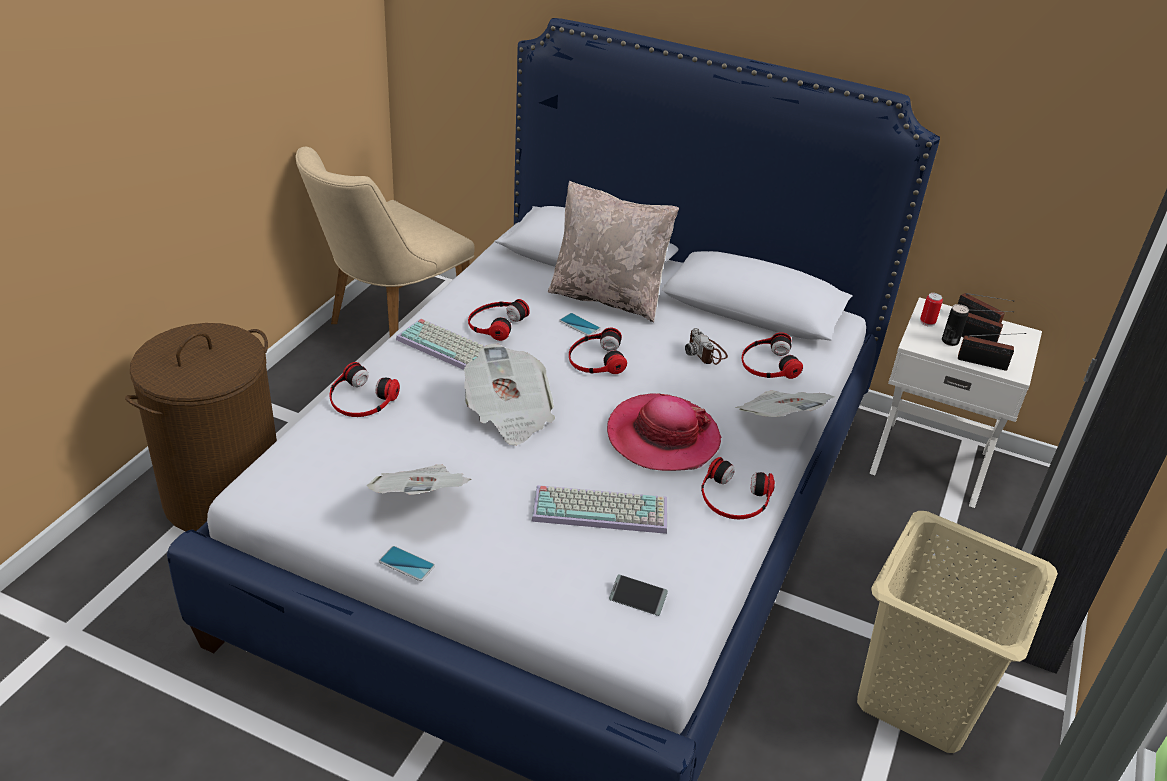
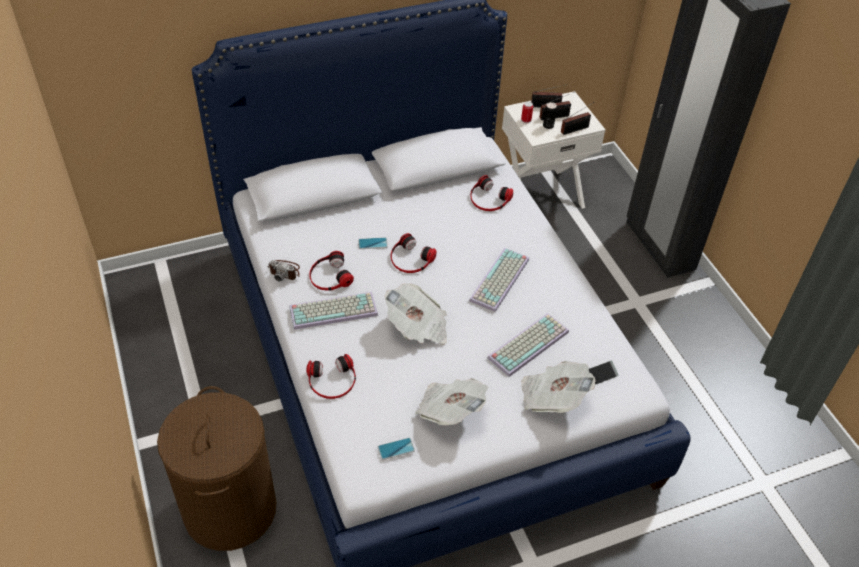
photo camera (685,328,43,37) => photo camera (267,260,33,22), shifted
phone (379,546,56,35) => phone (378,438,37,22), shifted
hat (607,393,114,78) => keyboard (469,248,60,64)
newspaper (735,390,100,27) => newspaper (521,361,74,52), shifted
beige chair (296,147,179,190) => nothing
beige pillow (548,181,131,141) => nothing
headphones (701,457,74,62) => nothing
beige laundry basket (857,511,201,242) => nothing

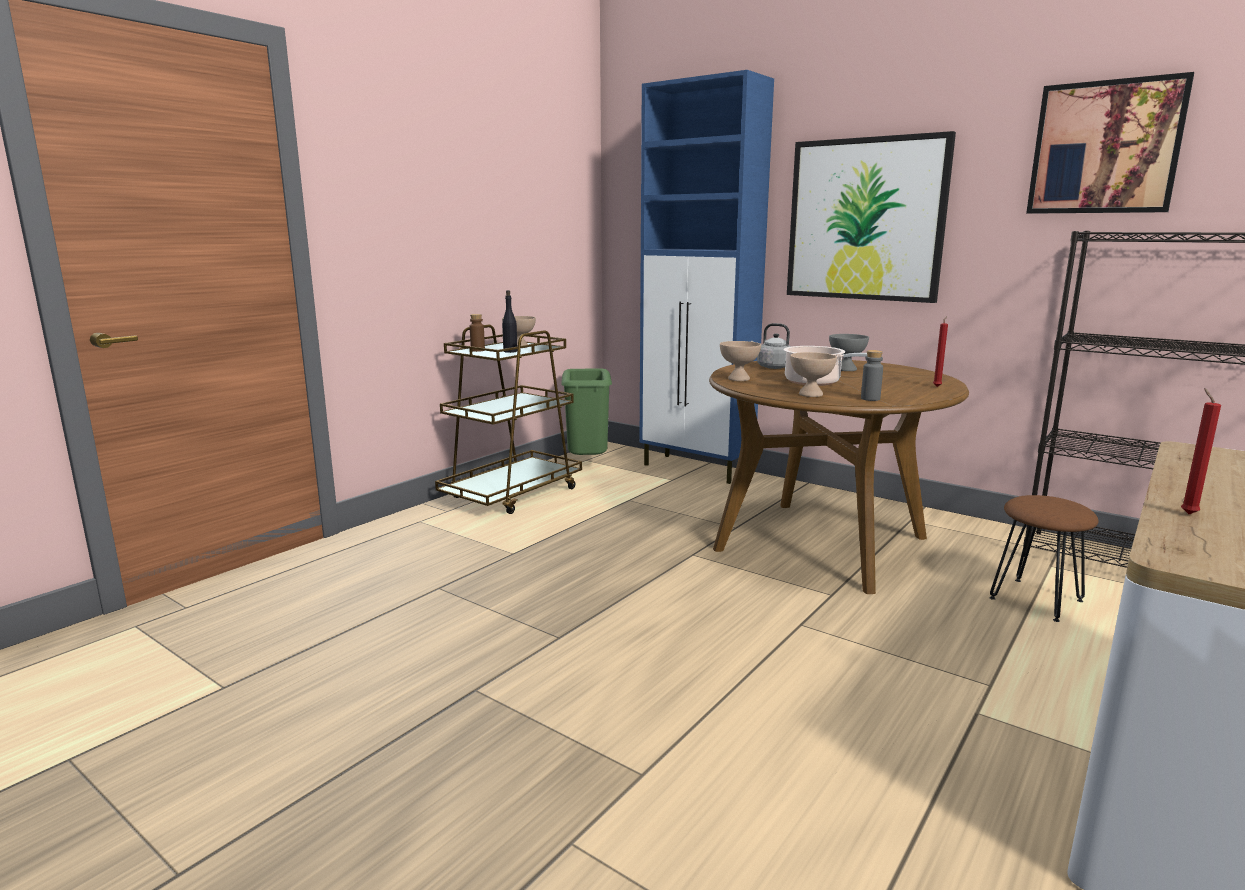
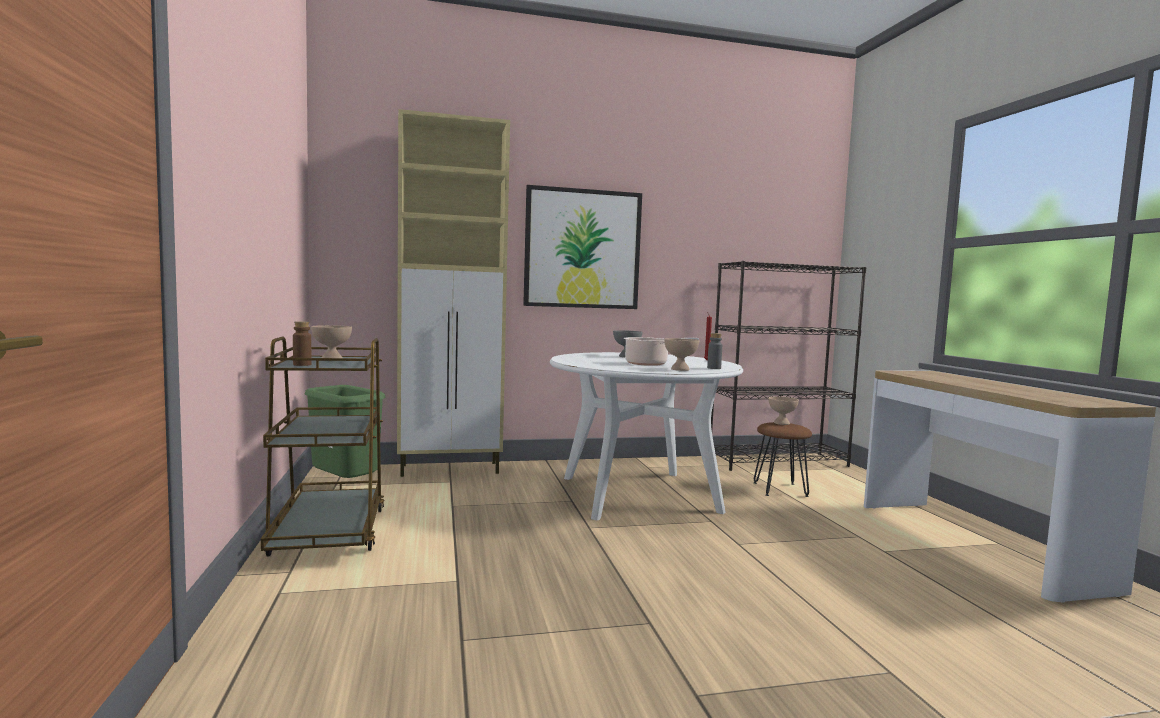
blue cabinet (639,70,135,414) => beige cabinet (397,109,113,368)
brown dining table (709,360,260,234) => white dining table (550,352,193,168)
beige bowl (720,341,41,40) => beige bowl (769,396,30,29), shifted
black bottle (502,290,16,63) => nothing
grey kettle (751,323,40,46) => nothing
picture (1026,72,168,142) => nothing
red candle (1181,388,40,126) => nothing

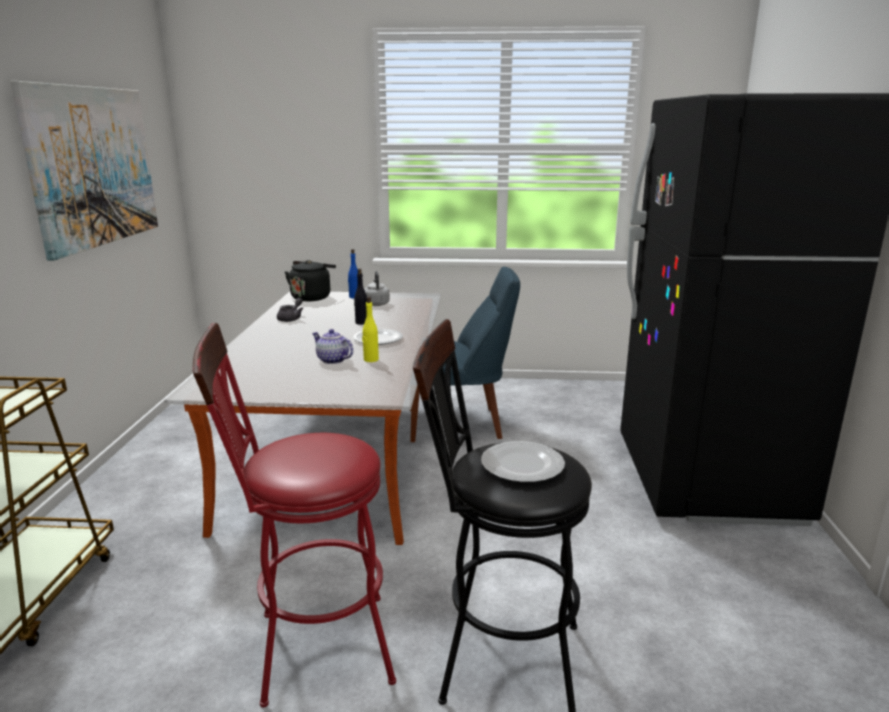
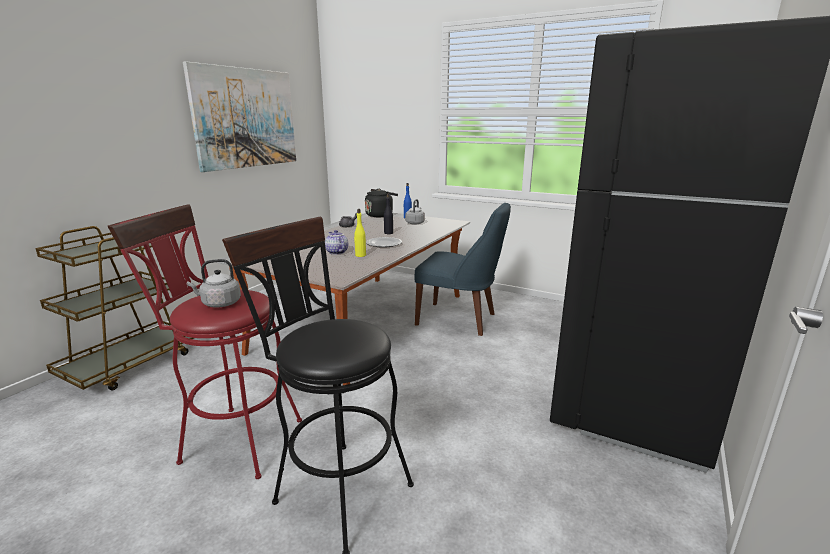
nothing => grey kettle (187,259,54,49)
plate (481,441,84,41) => nothing

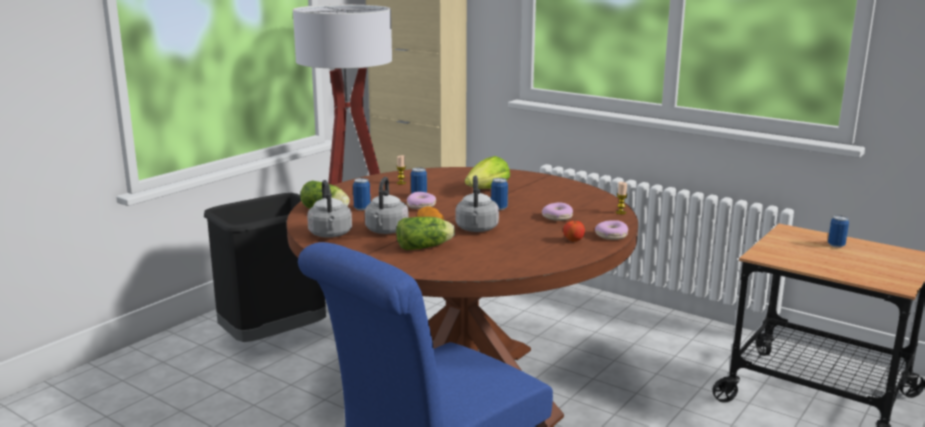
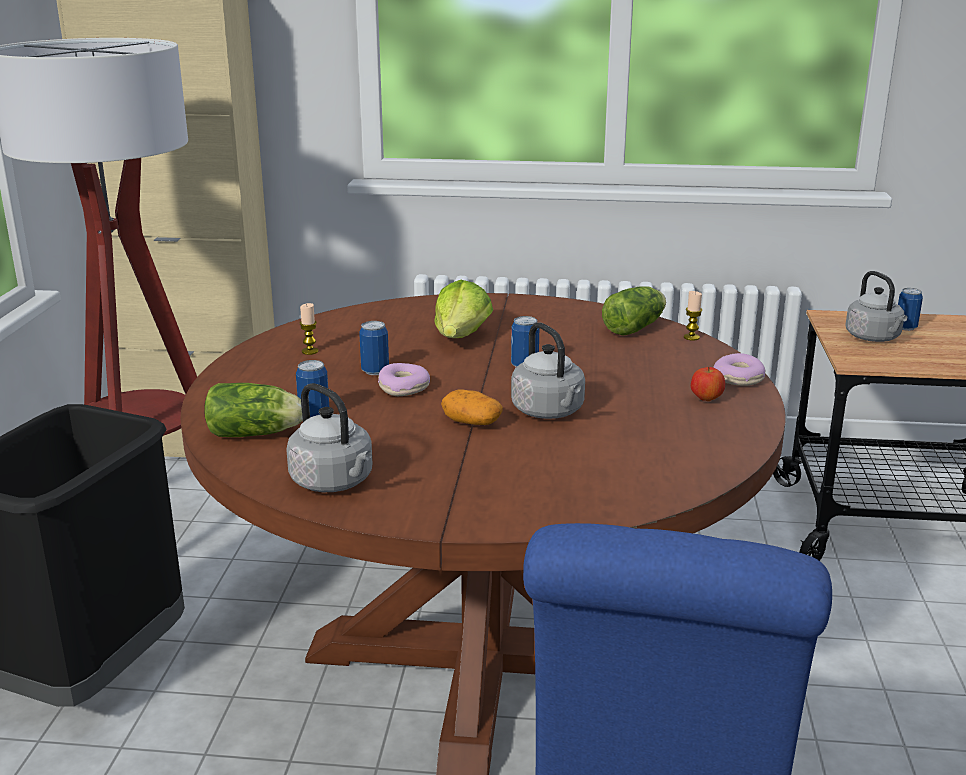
lettuce (396,217,59,33) => lettuce (602,286,64,50), shifted
grey kettle (365,177,43,57) => grey kettle (845,271,62,71), shifted
donut (542,202,31,19) => nothing

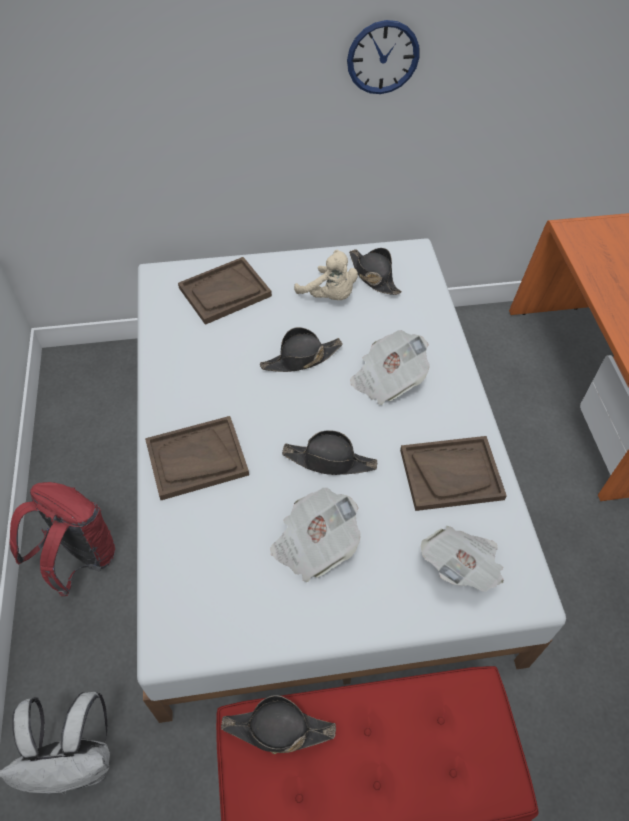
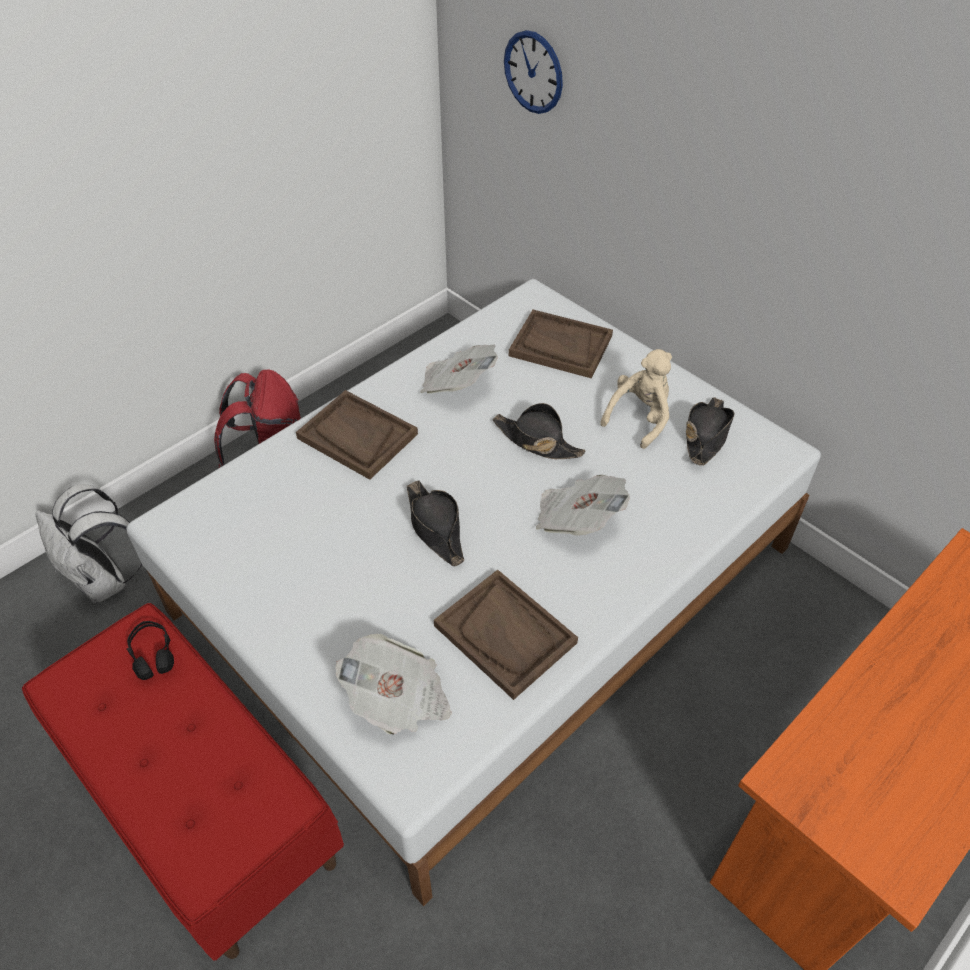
black hat (221,695,115,59) => black headphones (127,621,47,59)
newspaper (270,488,91,94) => newspaper (420,344,78,50), shifted
wall clock (347,20,73,74) => wall clock (504,30,59,84), shifted
beige plush toy (294,250,64,50) => beige plush toy (600,349,72,100), 150 degrees counterclockwise

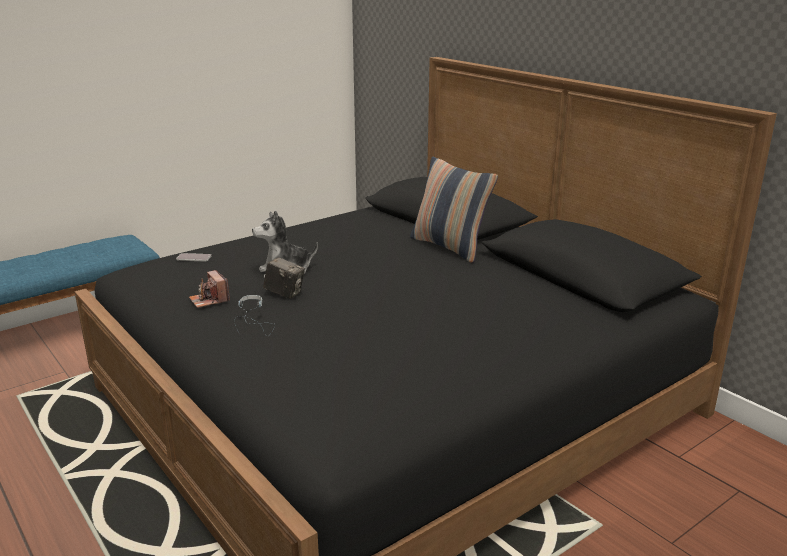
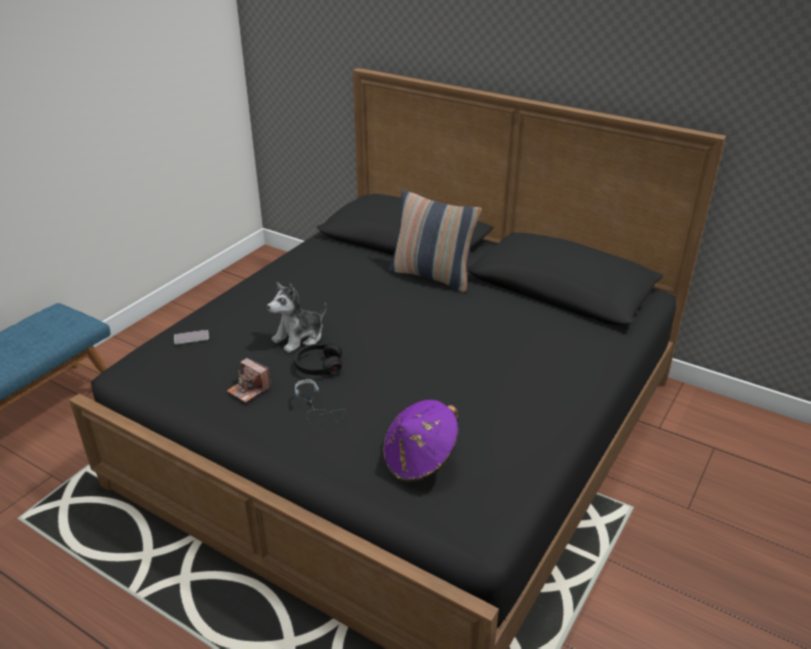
photo camera (263,257,42,42) => black headphones (294,343,48,32)
nothing => purple hat (383,400,76,82)

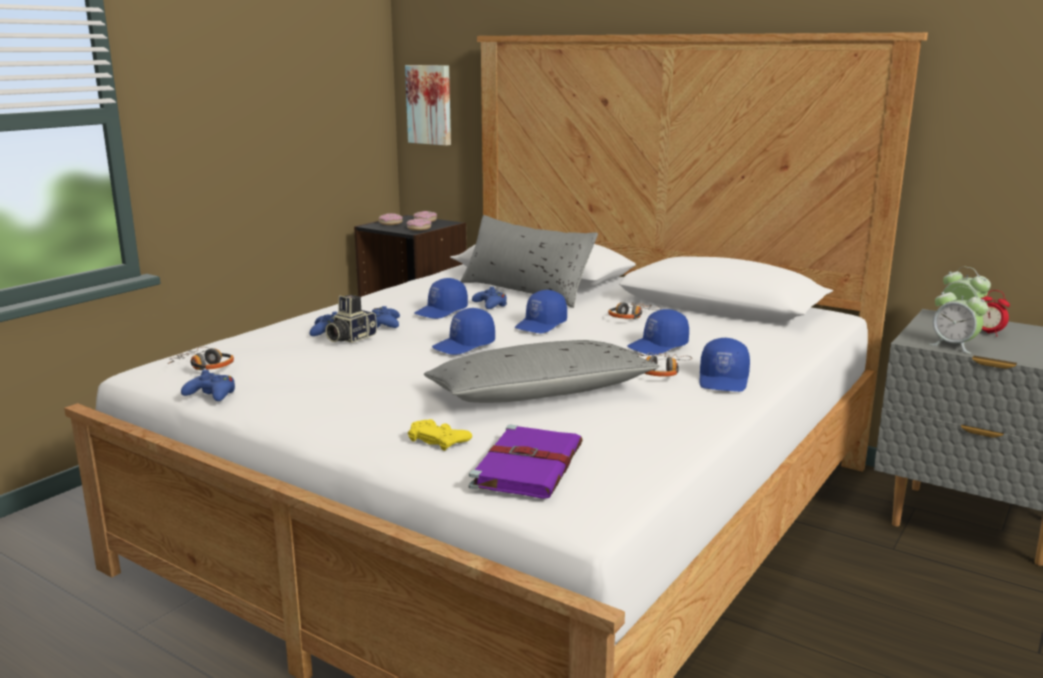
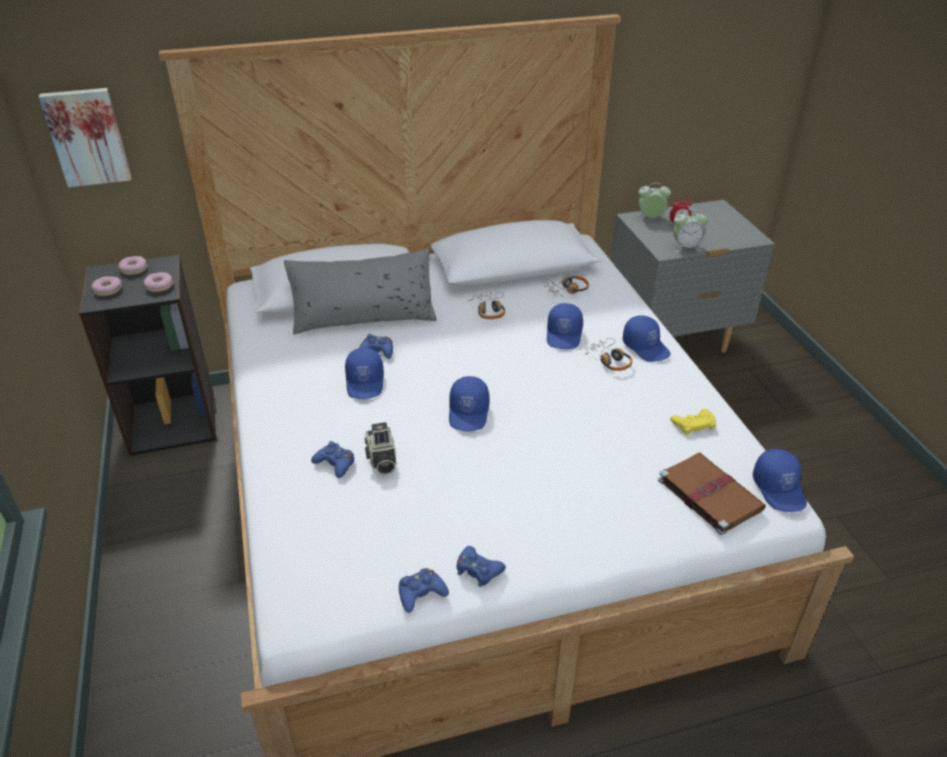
blue game controller (372,306,28,22) => blue game controller (457,546,49,41), shifted
headphones (168,347,66,23) => headphones (542,276,47,22), shifted
purple book (469,425,114,74) => brown book (658,453,108,82)
yellow game controller (408,419,64,32) => yellow game controller (670,409,46,26), shifted
blue cap (515,290,52,43) => blue cap (753,449,54,63), shifted
grey pillow (424,340,236,63) => nothing

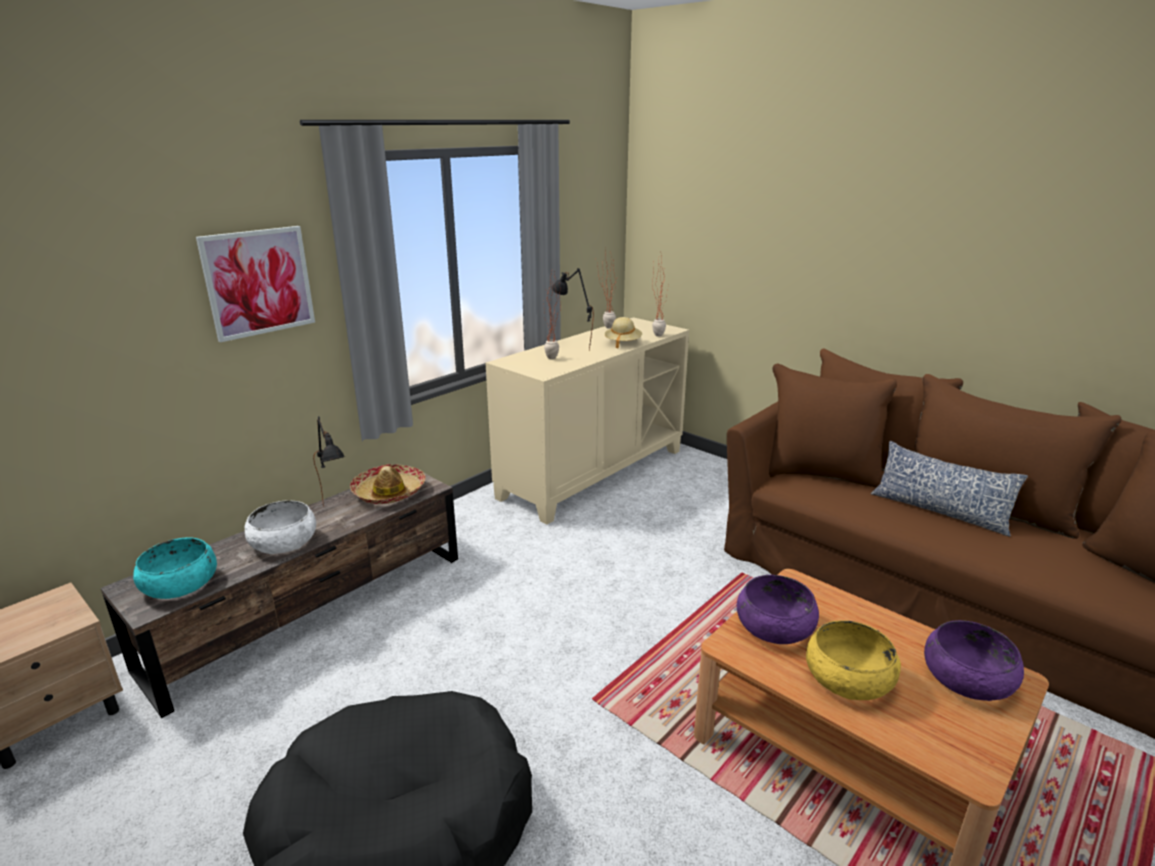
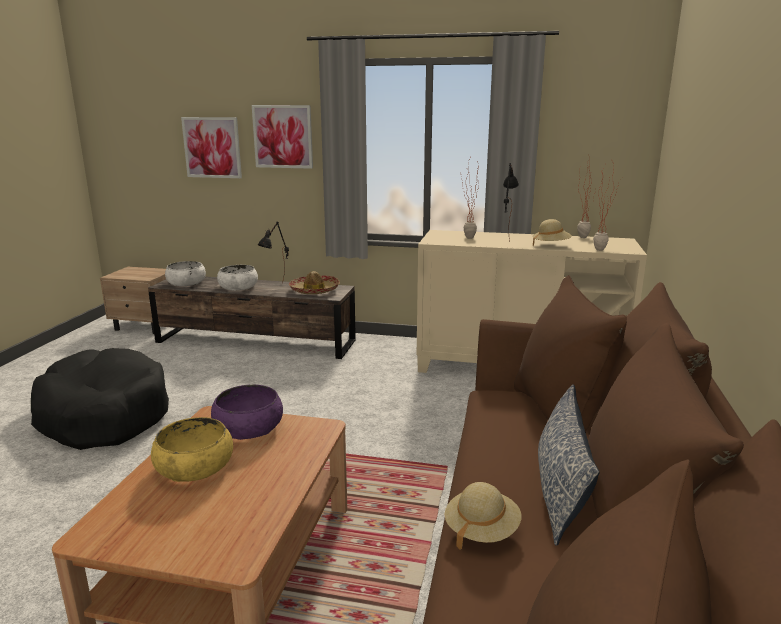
turquoise bowl (133,537,84,62) => white bowl (165,261,41,25)
nothing => picture (181,117,61,61)
nothing => beige hat (445,482,76,68)
purple bowl (924,620,100,81) => nothing

